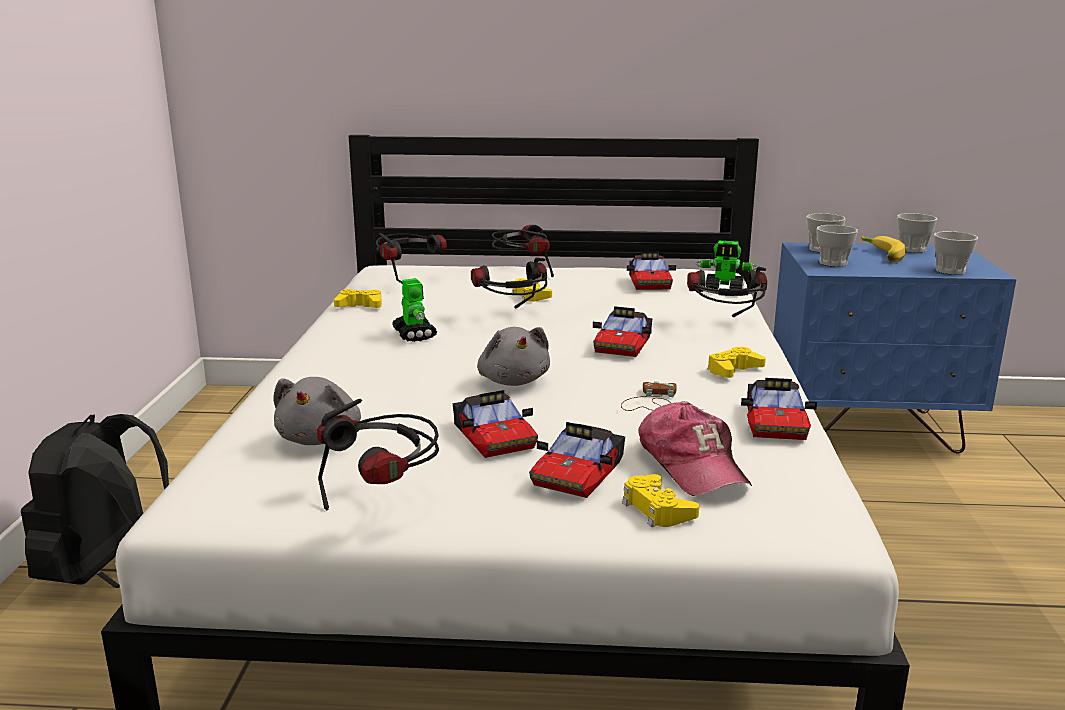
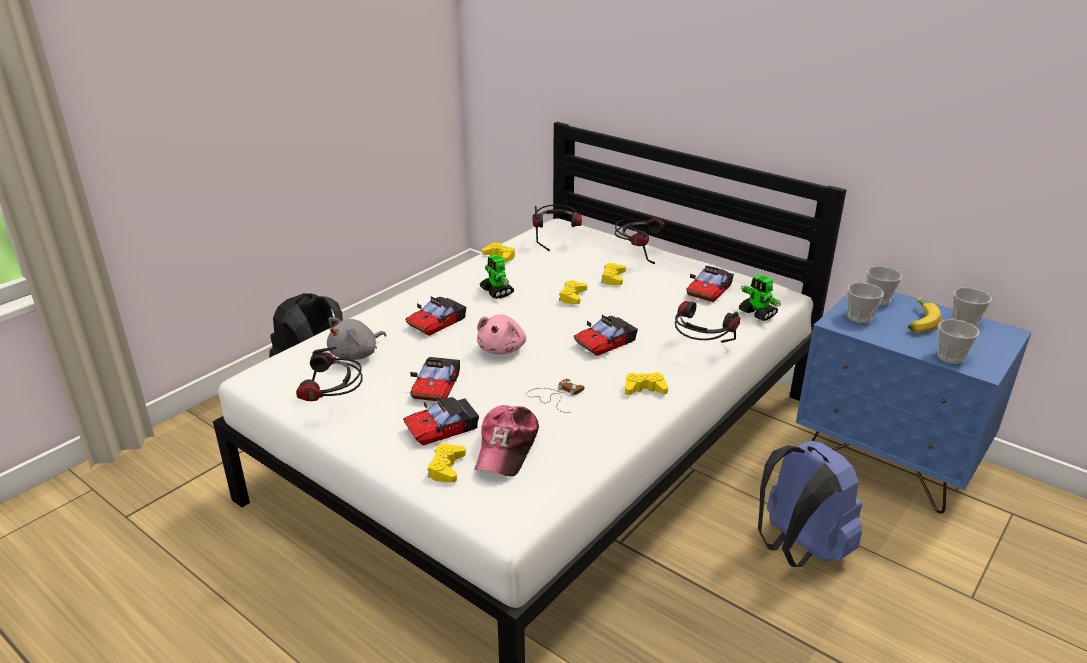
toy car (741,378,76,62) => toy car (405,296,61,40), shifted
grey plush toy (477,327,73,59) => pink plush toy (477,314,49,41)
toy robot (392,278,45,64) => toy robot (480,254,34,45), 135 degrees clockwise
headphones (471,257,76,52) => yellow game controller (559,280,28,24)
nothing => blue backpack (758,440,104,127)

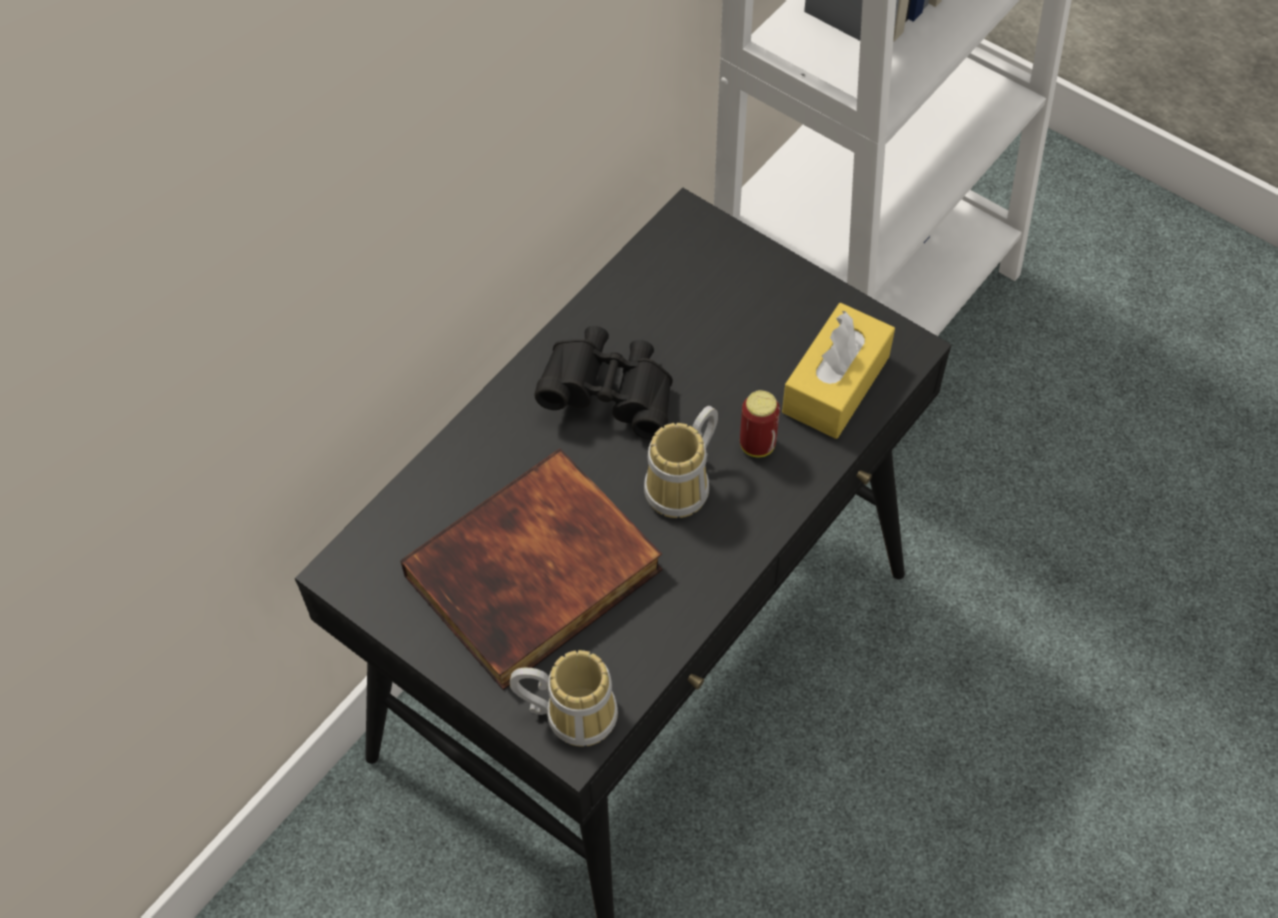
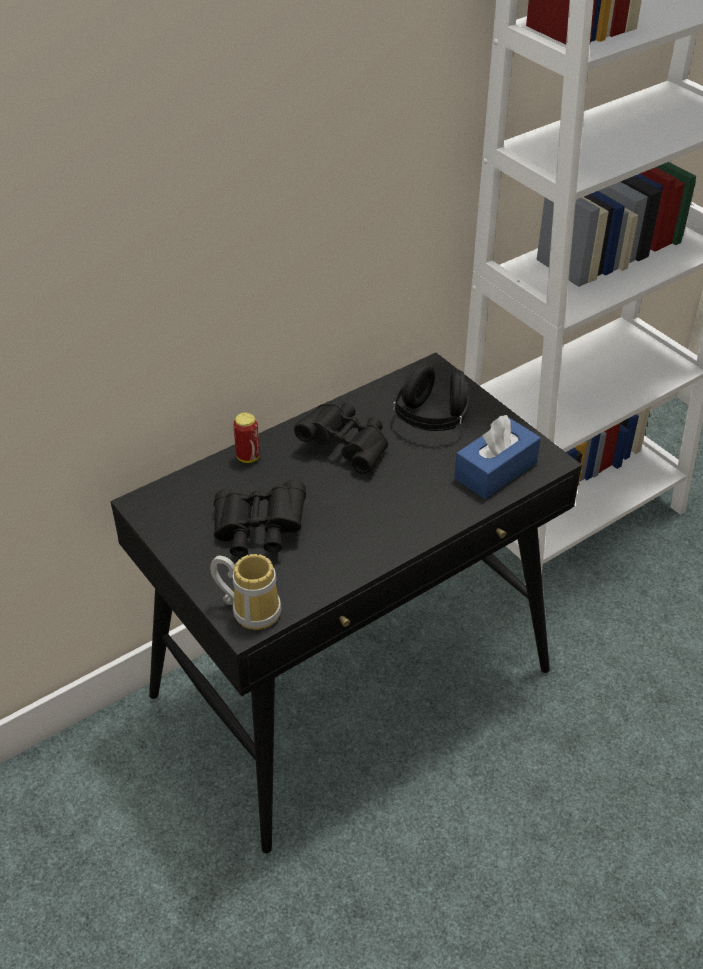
book (400,448,263,242) => black binoculars (214,480,92,77)
can (740,390,40,67) => can (233,412,27,51), shifted
nothing => black headphones (393,363,77,68)
yellow tissue box (782,303,113,136) => blue tissue box (454,415,87,84)
mug (644,406,74,112) => nothing

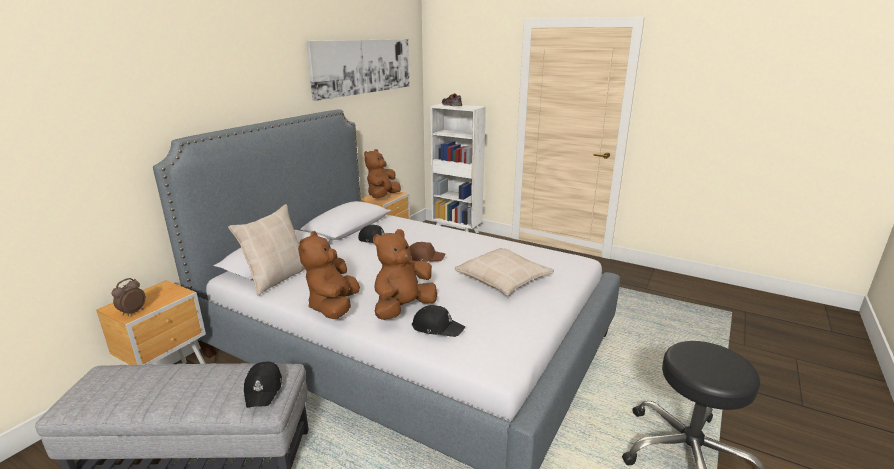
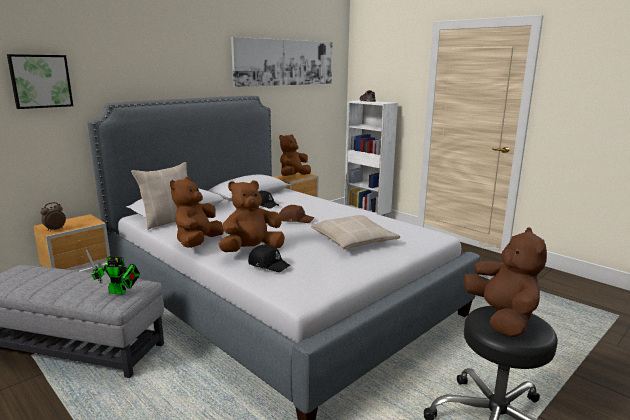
nothing => picture (7,54,66,55)
black cap (244,362,38,46) => toy robot (86,249,54,46)
nothing => brown plush toy (464,227,83,110)

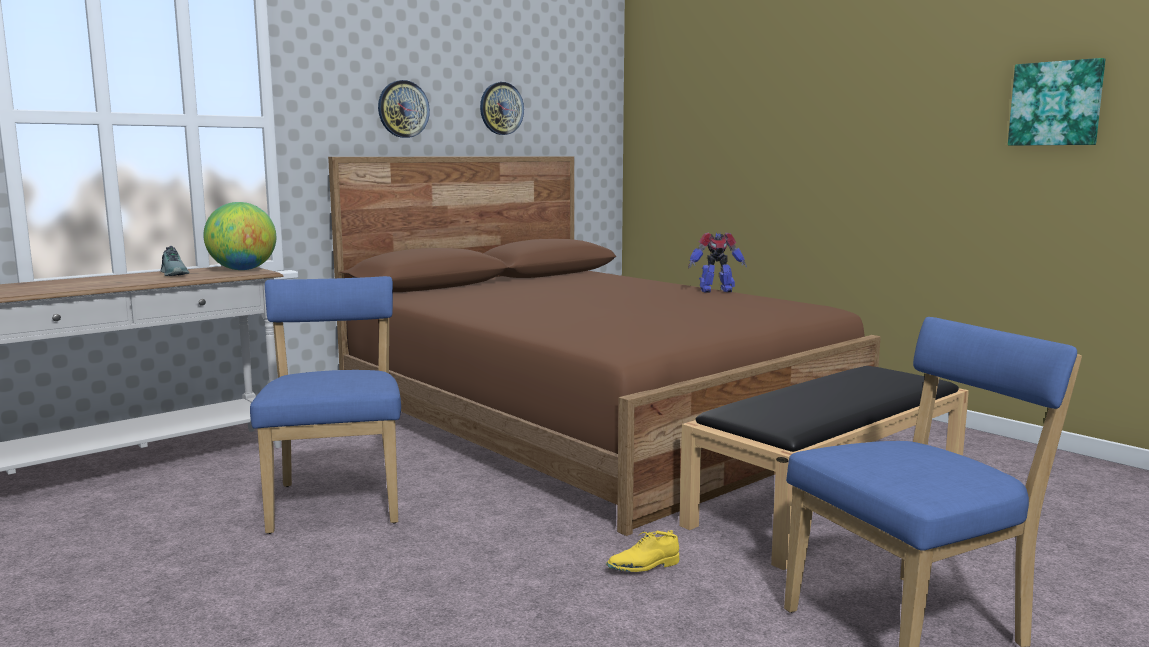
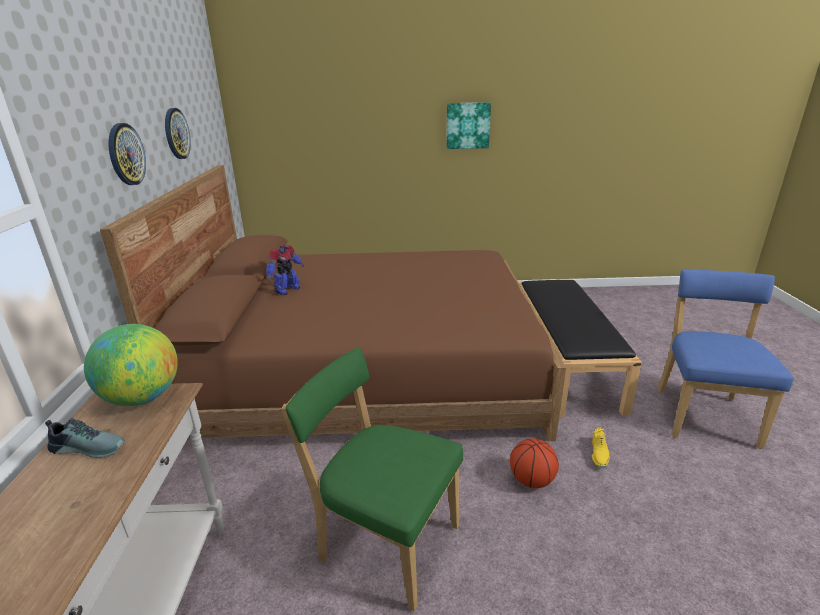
toy robot (688,233,59,60) => toy robot (266,245,38,50), shifted
blue chair (250,276,151,258) => green chair (281,347,182,264)
picture (1008,58,97,88) => picture (446,102,45,47), shifted
nothing => basketball (510,438,49,50)

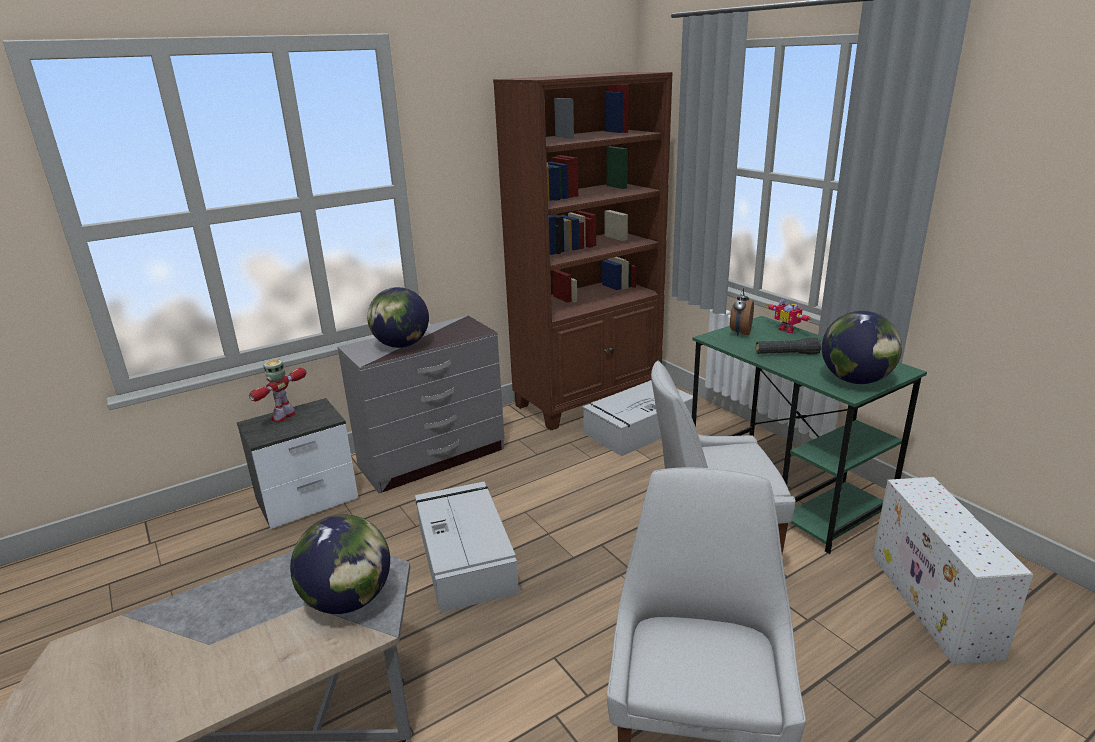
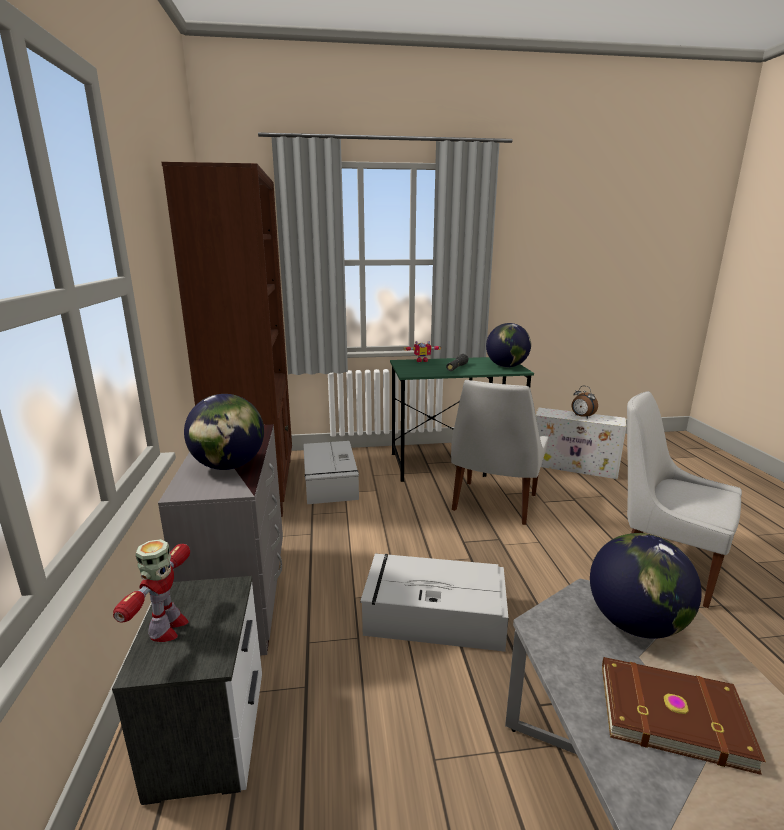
toy robot (249,360,57,62) => toy robot (113,539,77,103), 135 degrees counterclockwise
alarm clock (730,288,24,49) => alarm clock (572,386,26,33), shifted
nothing => brown book (602,657,164,118)

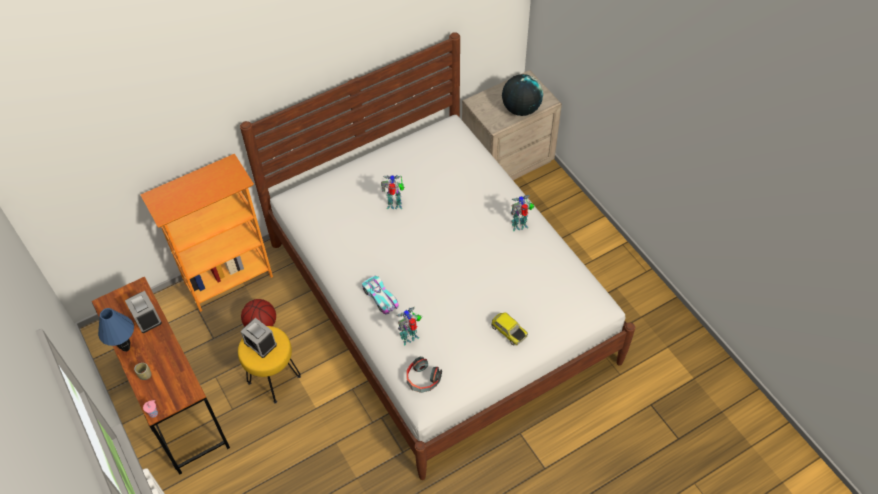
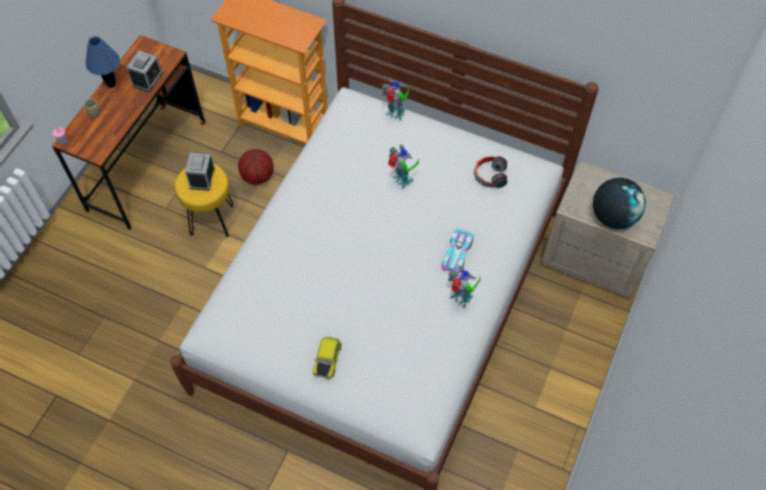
toy robot (396,307,26,38) => toy robot (382,79,27,42), shifted
toy car (362,276,37,39) => toy car (442,229,31,45), shifted
headphones (406,357,36,36) => headphones (474,156,33,32), shifted

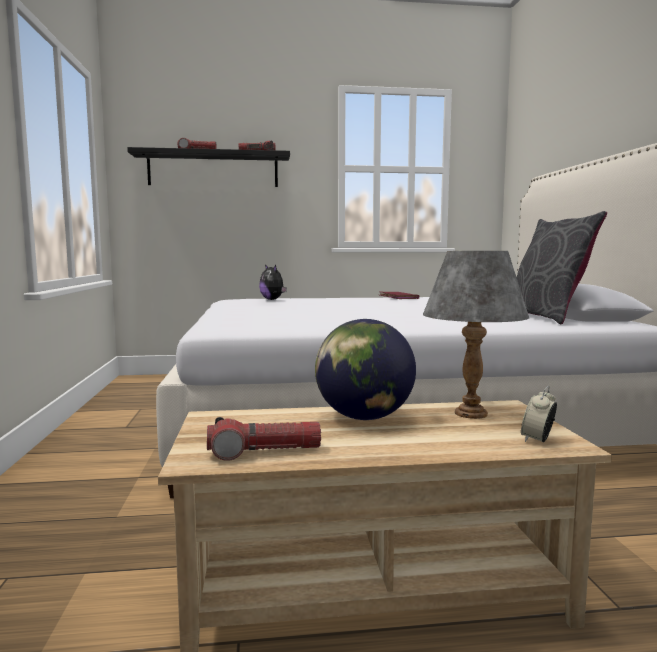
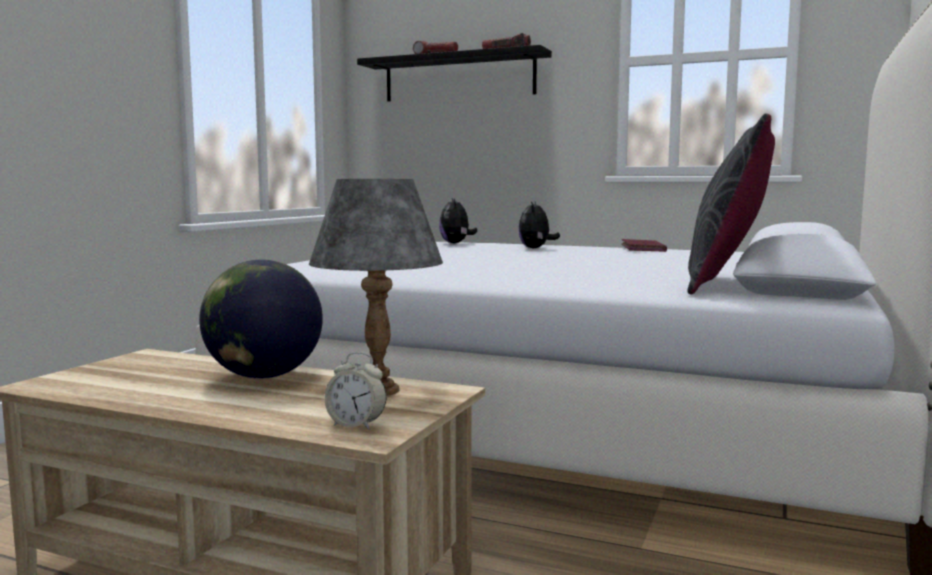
alarm clock (521,386,36,56) => alarm clock (325,352,61,78), 135 degrees counterclockwise
nothing => plush toy (518,202,42,47)
flashlight (207,417,114,44) => nothing

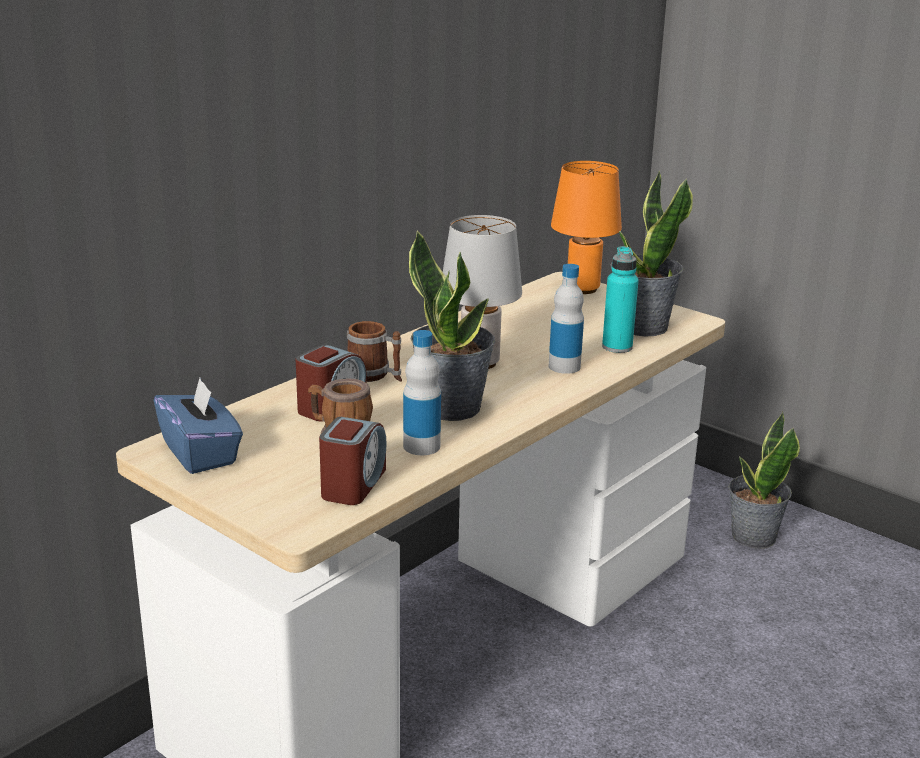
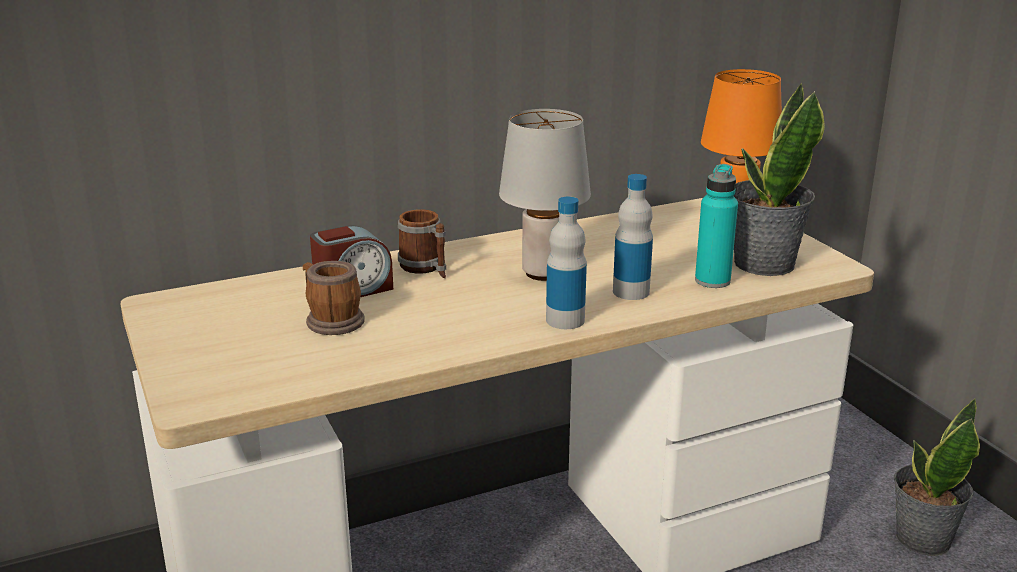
bottle (403,330,38,125) => bottle (546,197,41,132), shifted
blue tissue box (154,378,89,96) => nothing
alarm clock (319,417,68,88) => nothing
potted plant (409,230,86,191) => nothing

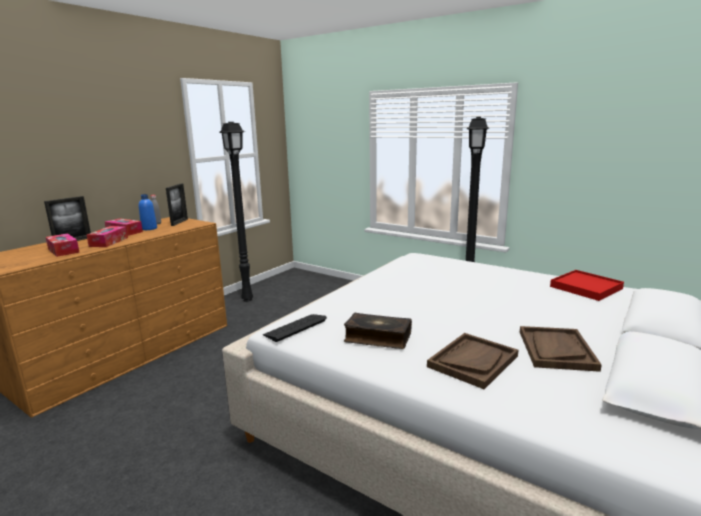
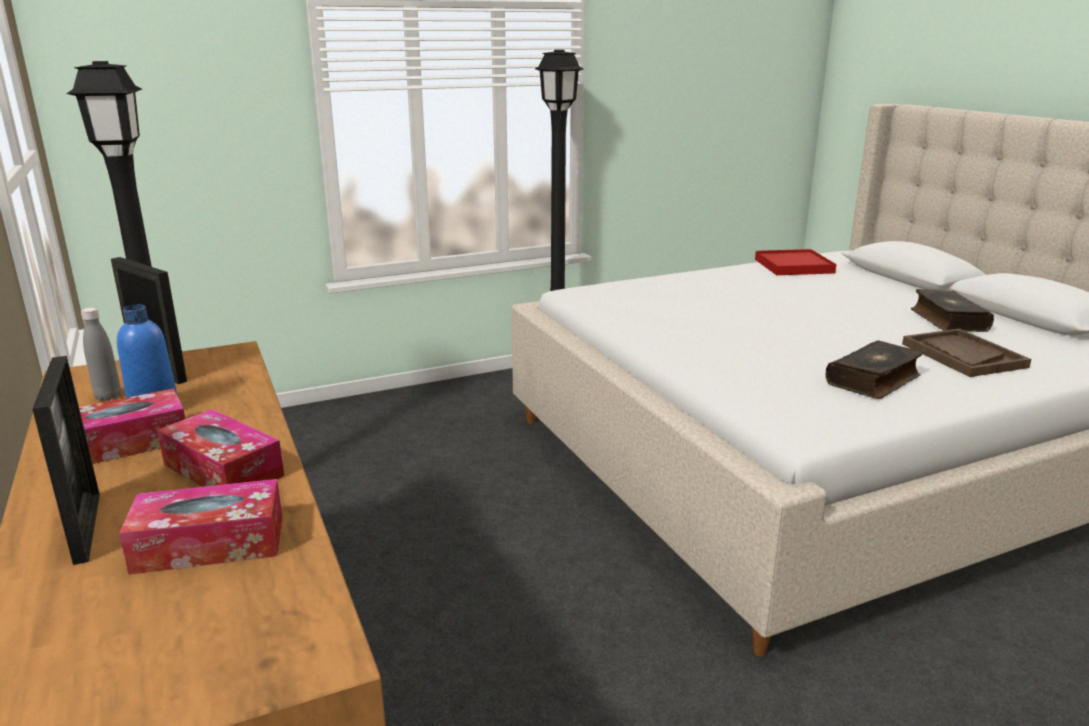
brown tray (520,326,82,46) => book (911,289,83,43)
keyboard (263,314,64,28) => nothing

